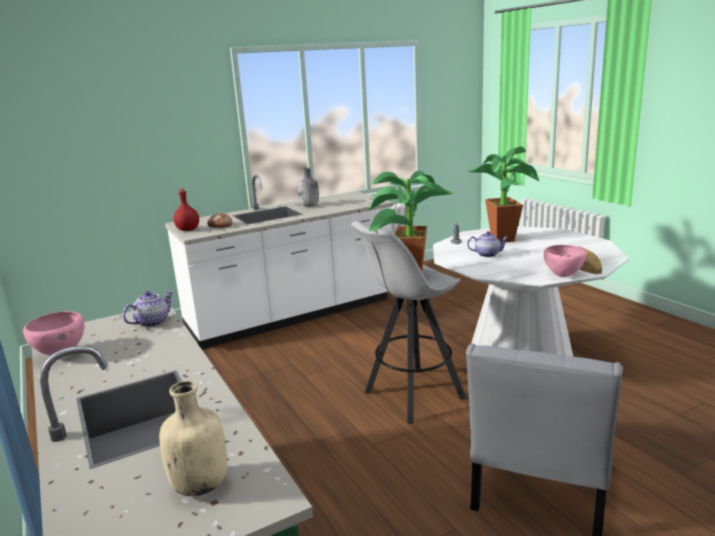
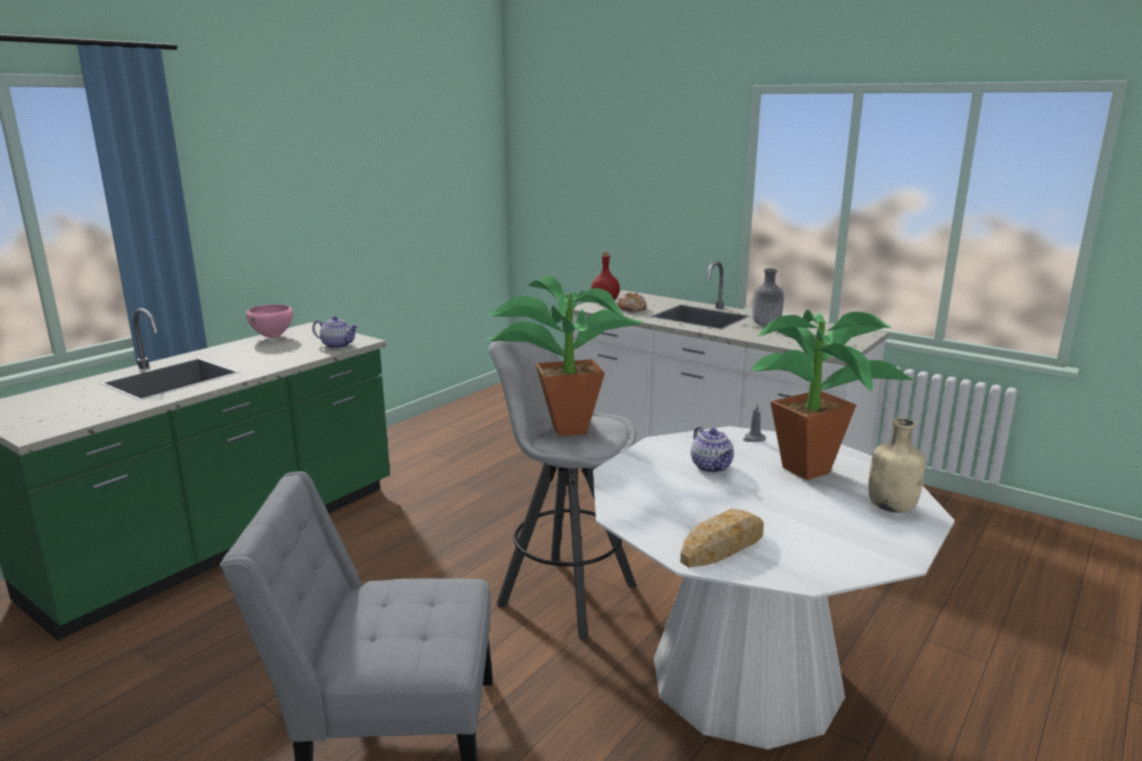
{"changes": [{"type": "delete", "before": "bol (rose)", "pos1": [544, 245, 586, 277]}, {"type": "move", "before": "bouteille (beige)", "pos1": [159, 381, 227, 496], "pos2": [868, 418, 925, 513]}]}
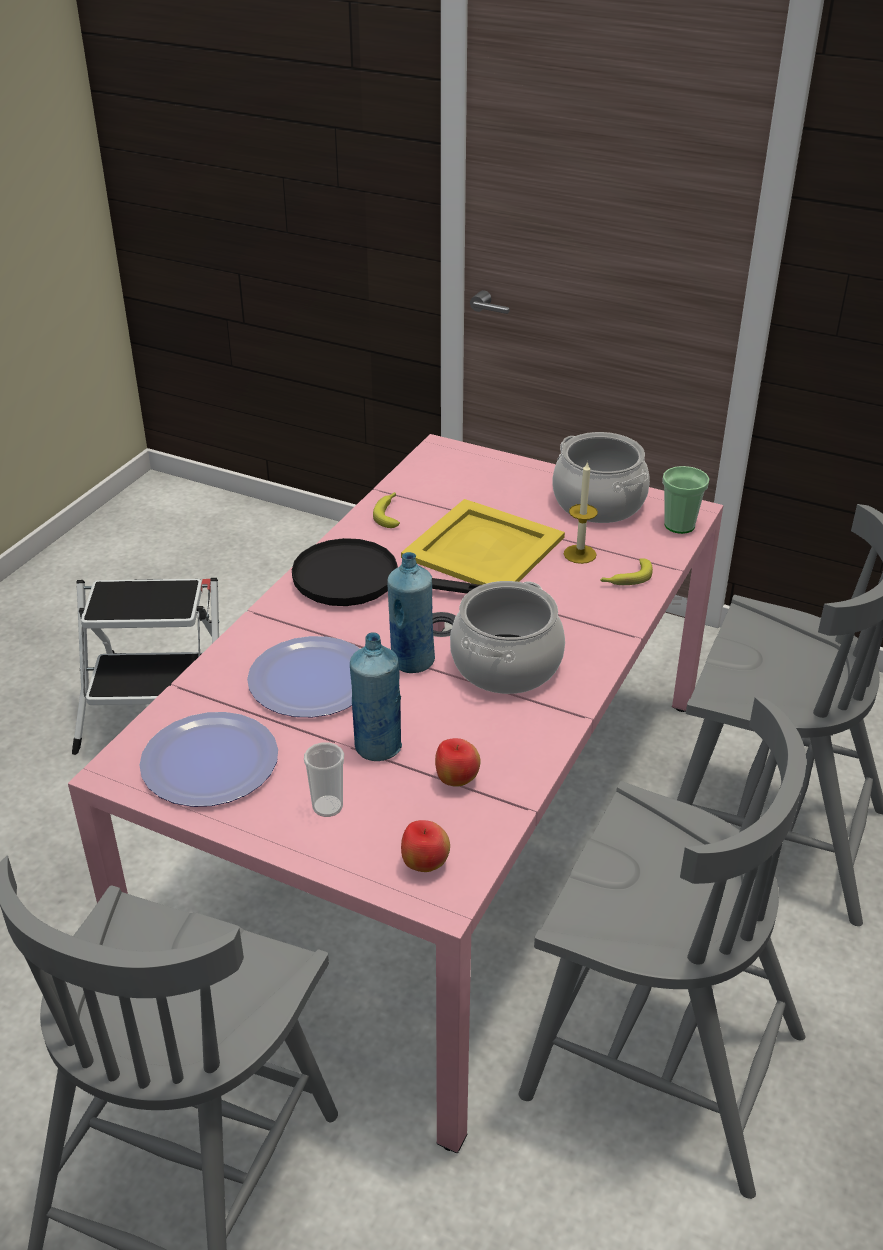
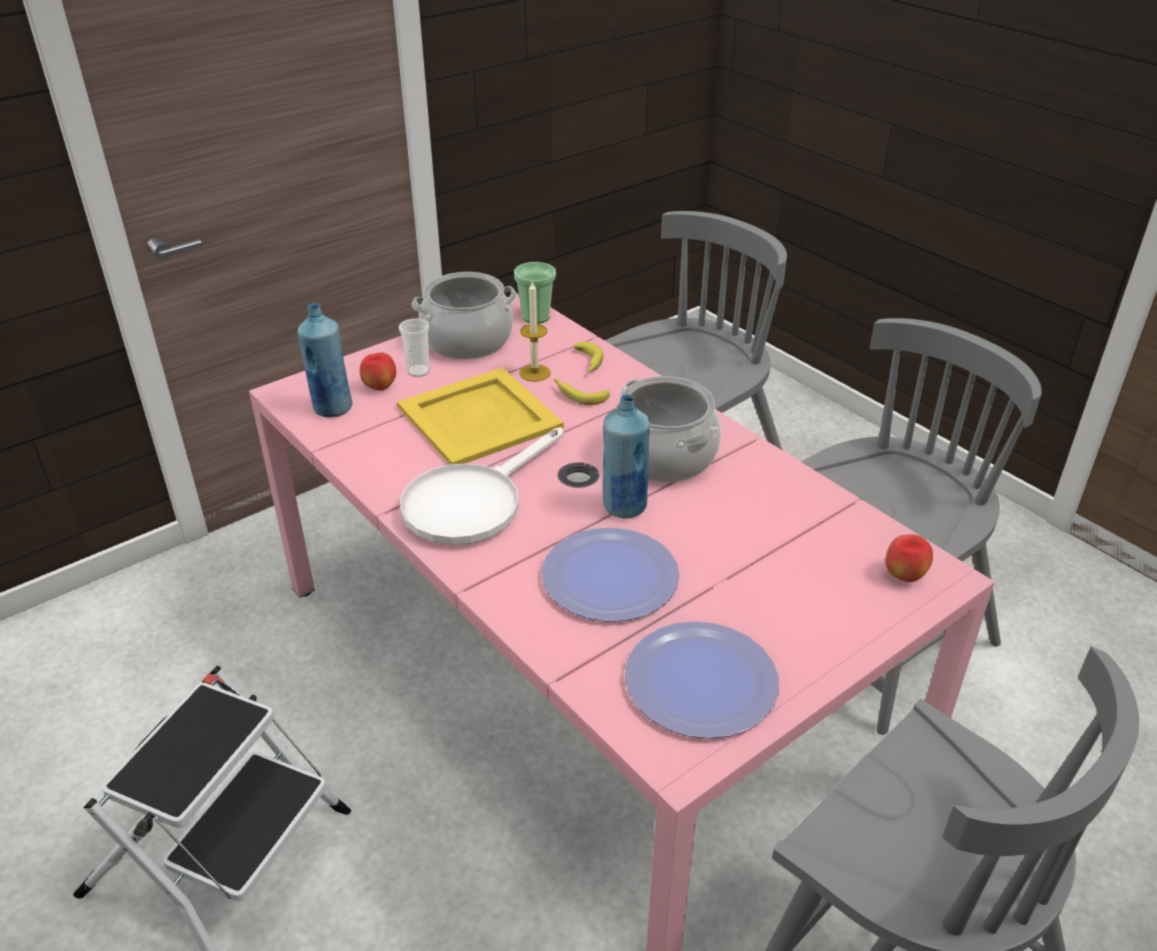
{"changes": [{"type": "move", "before": "tasse", "pos1": [304, 742, 344, 817], "pos2": [399, 318, 430, 377]}, {"type": "move", "before": "bouteille (bleu)", "pos1": [350, 632, 402, 761], "pos2": [298, 303, 353, 417]}, {"type": "move", "before": "banane", "pos1": [373, 492, 400, 528], "pos2": [554, 379, 610, 405]}, {"type": "move", "before": "pomme", "pos1": [435, 738, 481, 787], "pos2": [360, 352, 396, 391]}, {"type": "recolor", "before": "poêle (noir)", "after": "poêle (blanc)", "pos1": [292, 538, 481, 606], "pos2": [400, 427, 563, 545]}]}
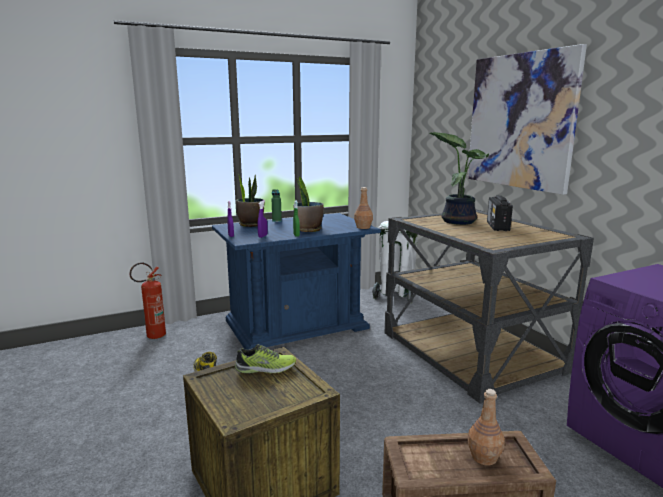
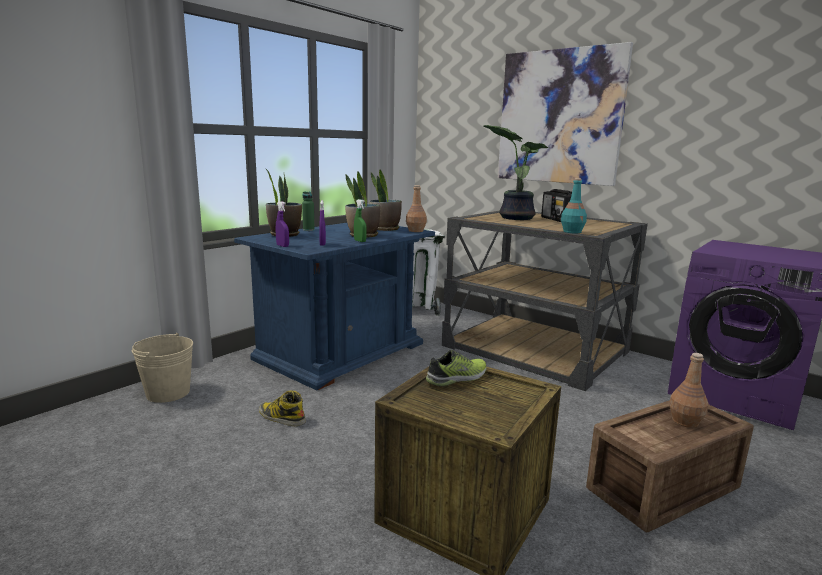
{"changes": [{"type": "insert", "after": "plante en pot", "pos2": [369, 169, 402, 231]}, {"type": "insert", "after": "bouteille (turquoise)", "pos2": [561, 178, 587, 233]}, {"type": "replace", "before": "extincteur", "after": "seau (beige)", "pos1": [129, 263, 166, 339], "pos2": [132, 333, 193, 403]}]}
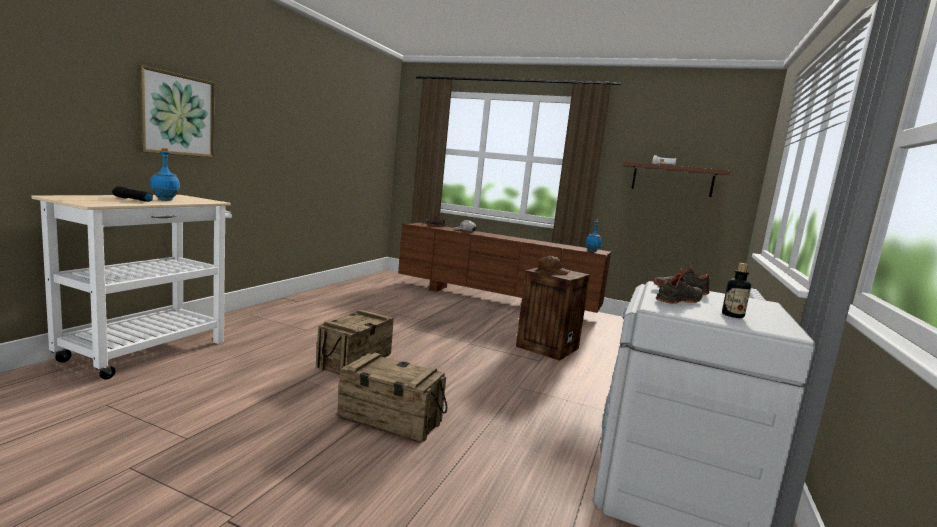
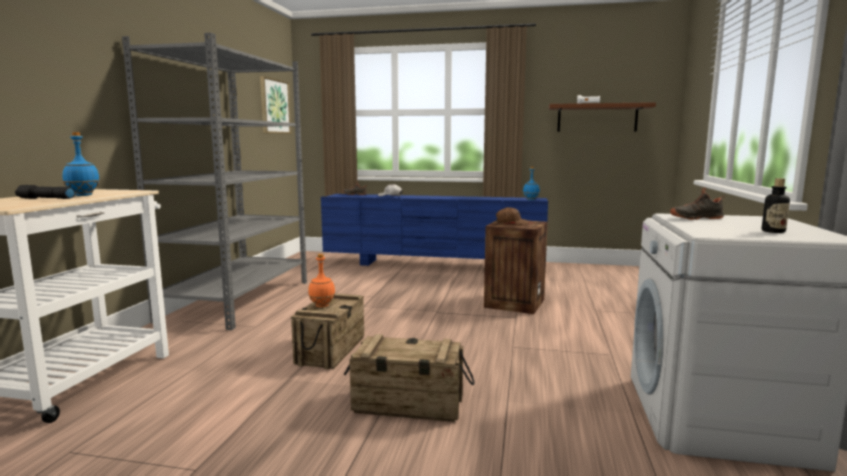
{"changes": [{"type": "delete", "before": "chaussure (noir)", "pos1": [656, 268, 703, 304]}, {"type": "insert", "after": "bibliothèque (gris)", "pos2": [122, 33, 307, 330]}, {"type": "insert", "after": "bouteille (orange)", "pos2": [308, 254, 335, 307]}, {"type": "move", "before": "tableau", "pos1": [137, 65, 214, 157], "pos2": [260, 76, 292, 134]}, {"type": "recolor", "before": "meuble de rangement (marron)", "after": "meuble de rangement (bleu)", "pos1": [398, 223, 611, 313], "pos2": [321, 194, 548, 266]}]}
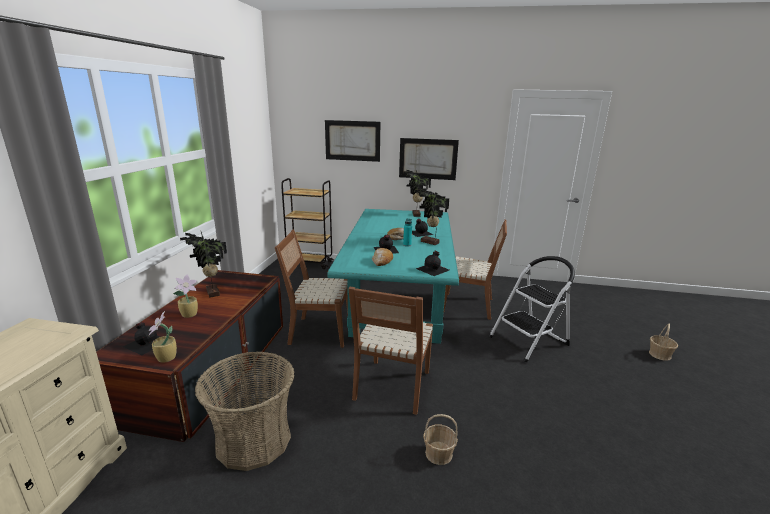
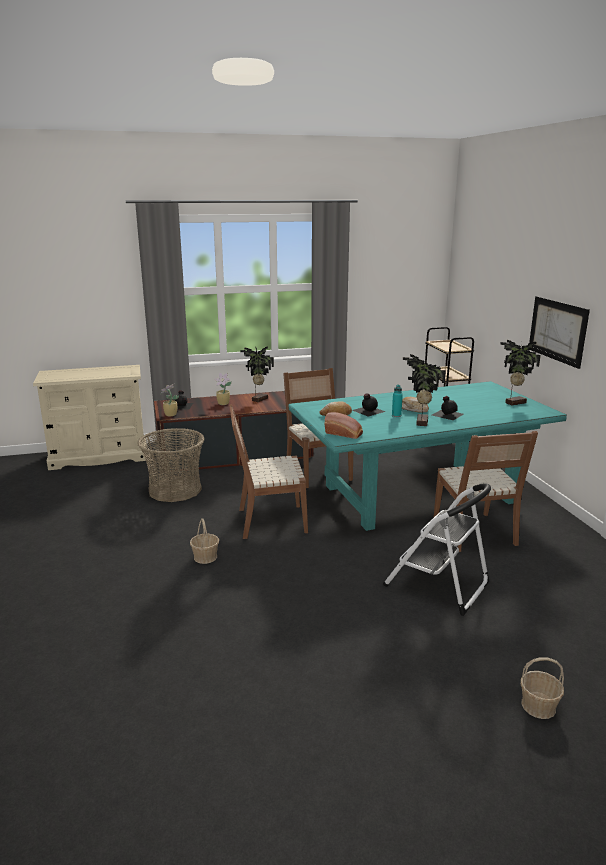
{"changes": [{"type": "delete", "before": "tableau", "pos1": [325, 120, 380, 162]}, {"type": "replace", "before": "bouteille (noir)", "after": "pain", "pos1": [416, 251, 449, 276], "pos2": [324, 412, 363, 439]}]}
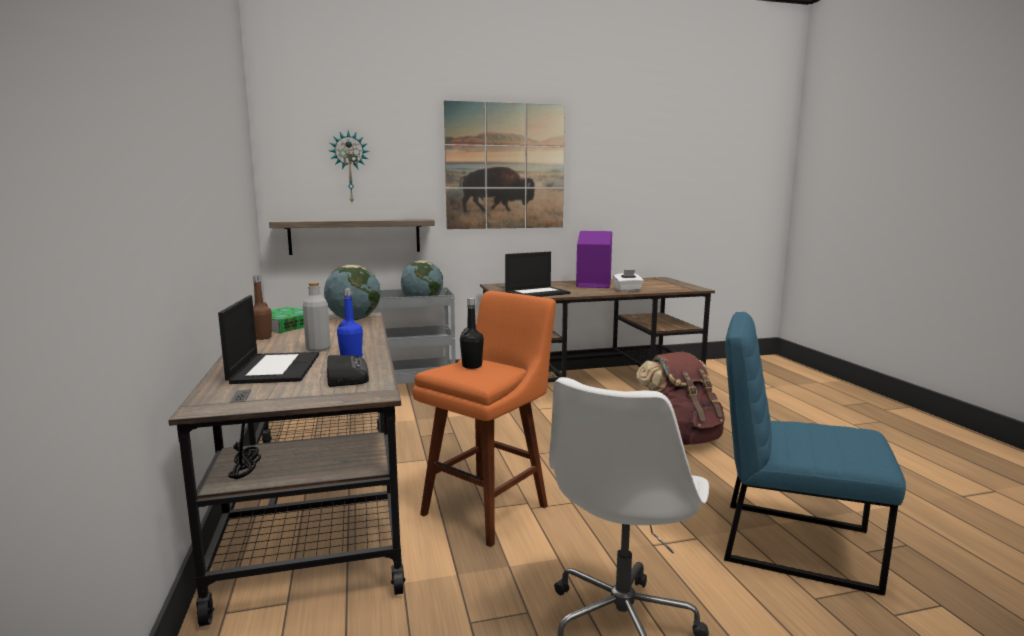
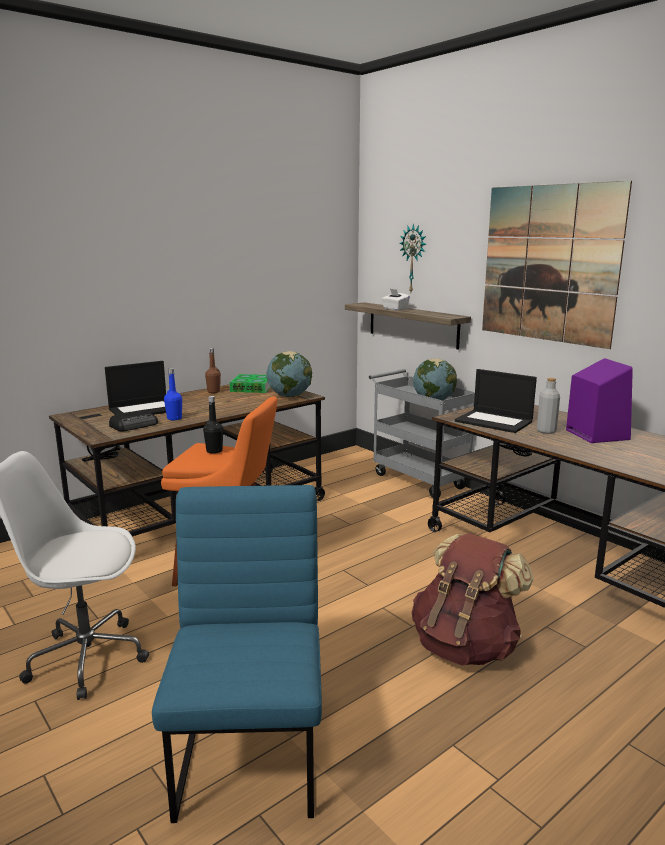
{"changes": [{"type": "move", "before": "bouteille (gris)", "pos1": [303, 282, 331, 352], "pos2": [537, 378, 560, 434]}, {"type": "move", "before": "boîte à mouchoirs (blanc)", "pos1": [613, 270, 644, 291], "pos2": [381, 289, 410, 310]}]}
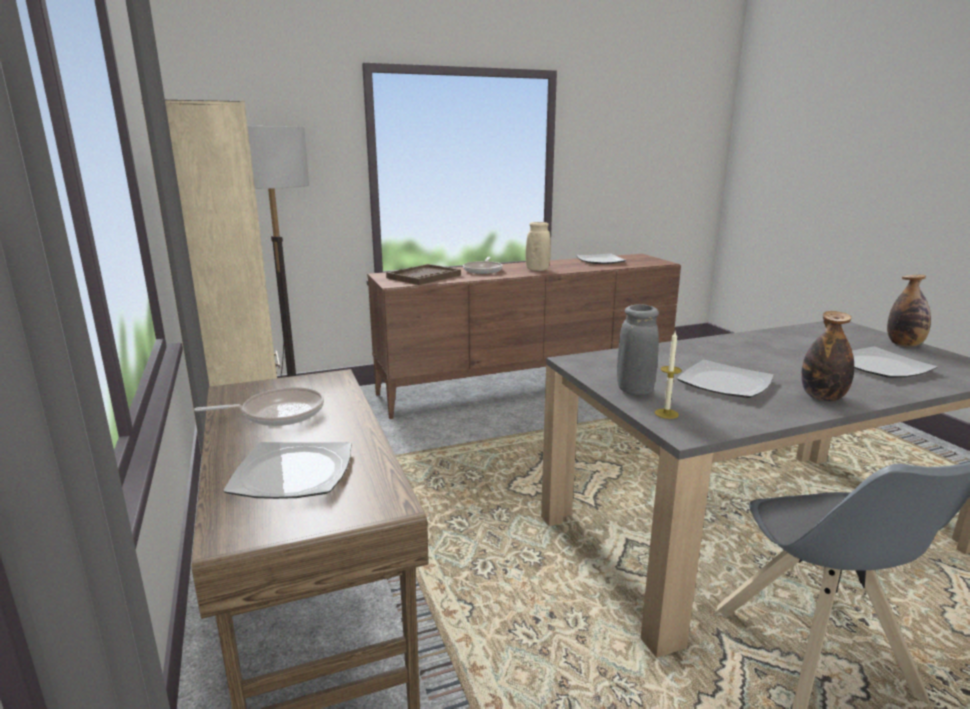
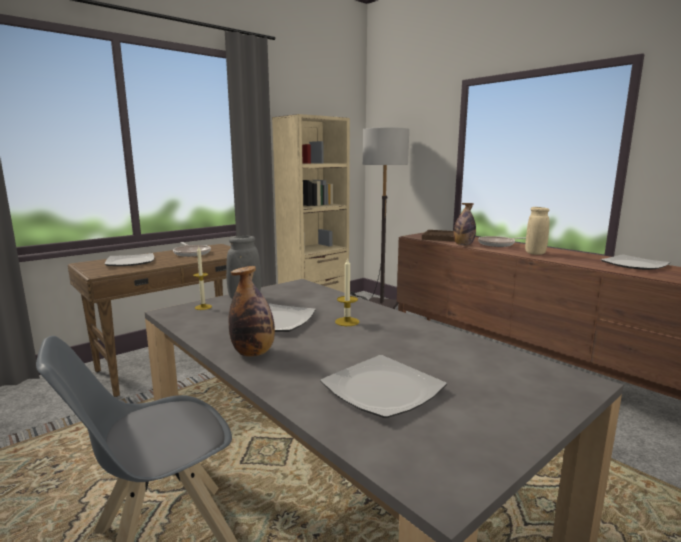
{"changes": [{"type": "insert", "after": "bougie", "pos2": [335, 257, 360, 326]}, {"type": "move", "before": "bouteille", "pos1": [887, 275, 931, 346], "pos2": [453, 203, 476, 245]}]}
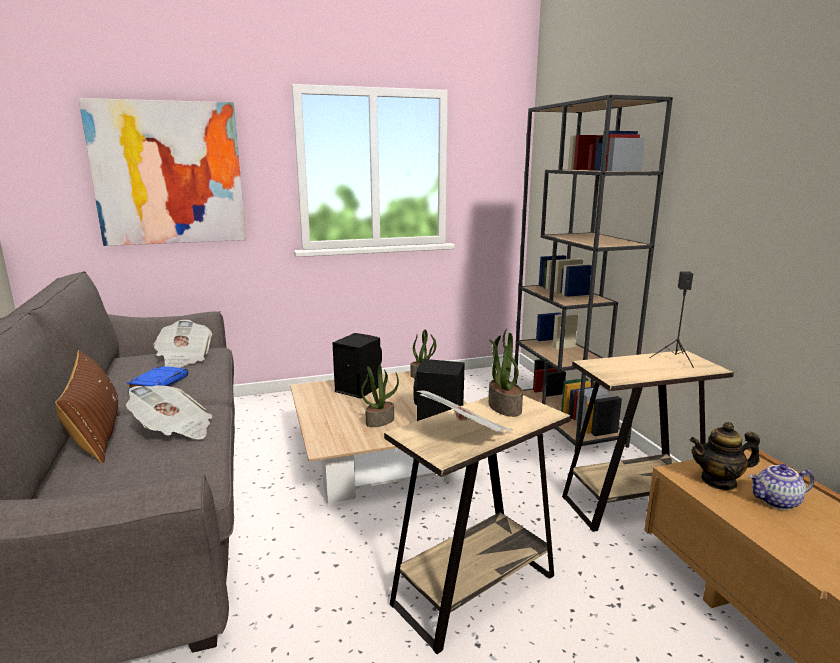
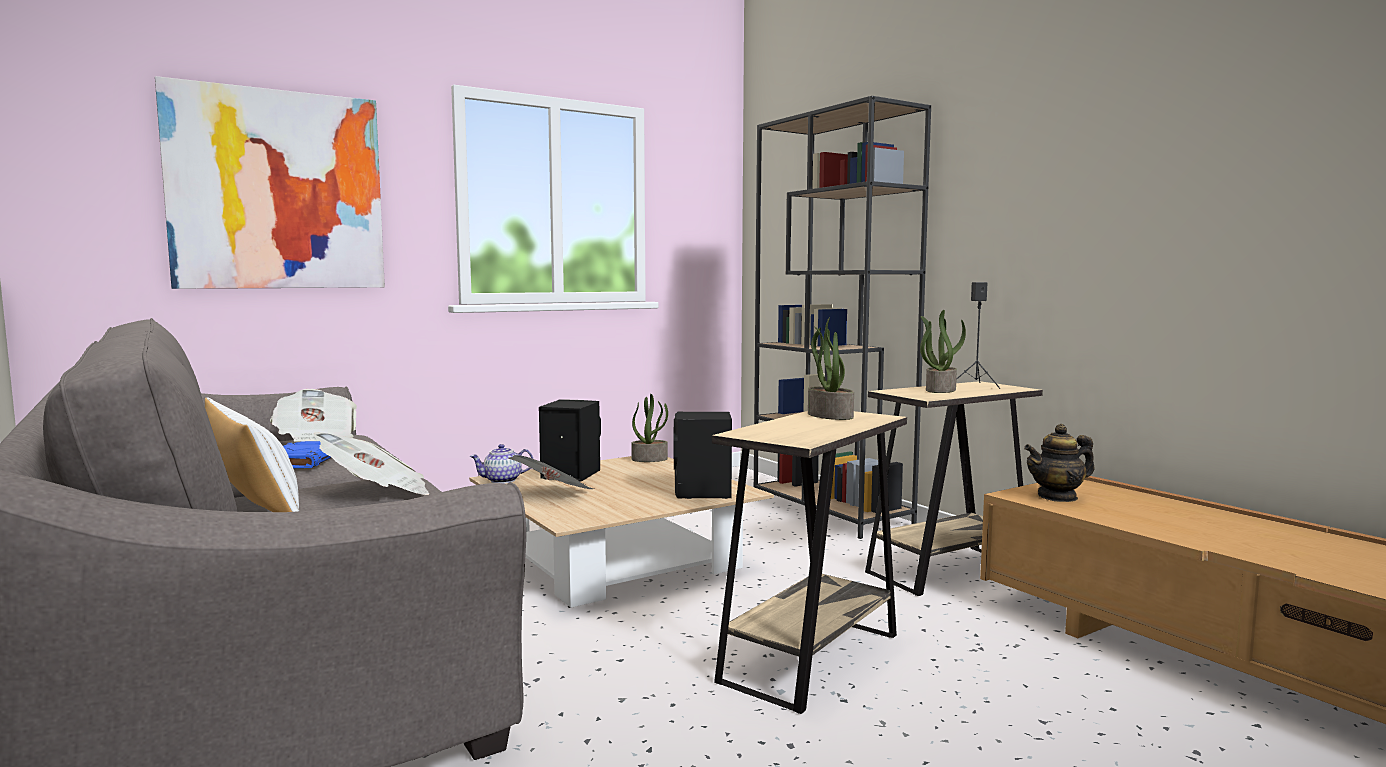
{"changes": [{"type": "move", "before": "plante en pot", "pos1": [361, 365, 399, 427], "pos2": [920, 310, 966, 393]}, {"type": "move", "before": "journal", "pos1": [417, 390, 513, 433], "pos2": [509, 455, 594, 489]}, {"type": "move", "before": "théière", "pos1": [749, 464, 814, 510], "pos2": [469, 444, 533, 484]}, {"type": "recolor", "before": "coussin (marron)", "after": "coussin (blanc)", "pos1": [55, 350, 118, 463], "pos2": [205, 397, 299, 512]}]}
